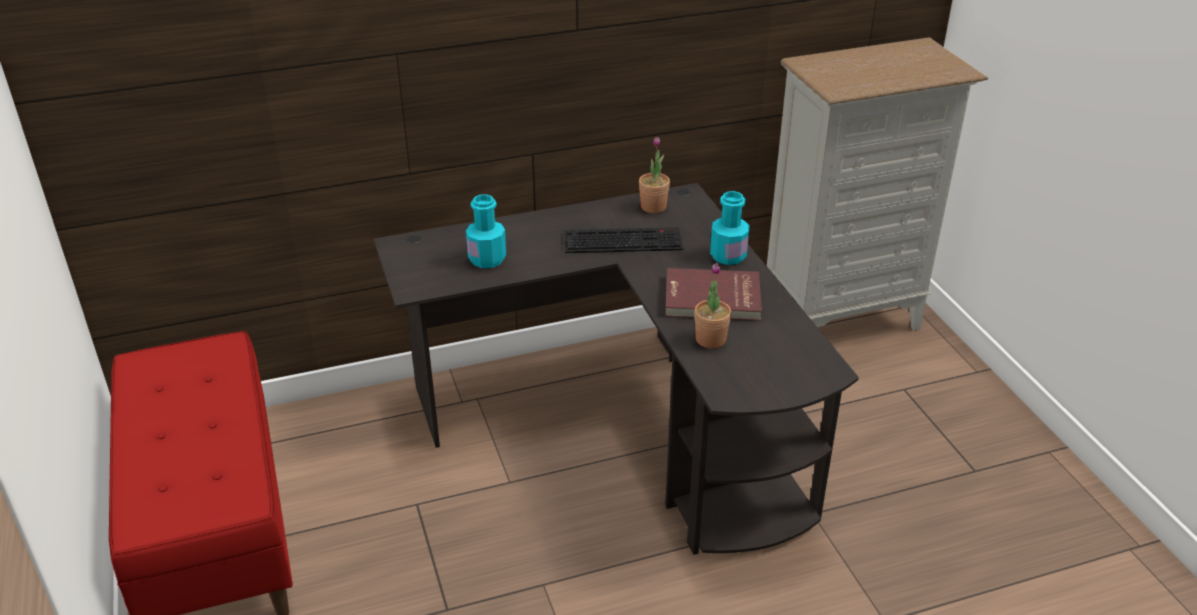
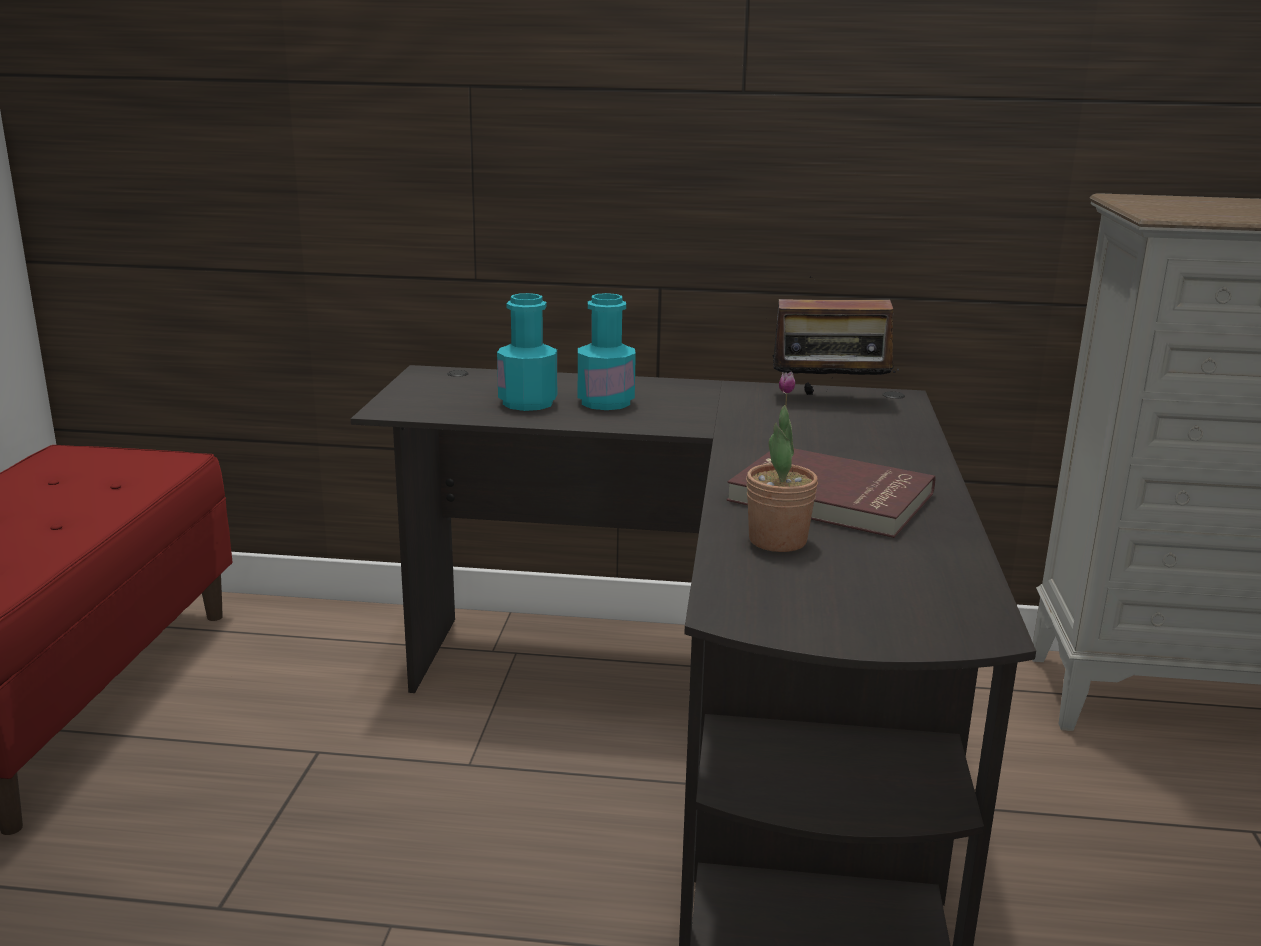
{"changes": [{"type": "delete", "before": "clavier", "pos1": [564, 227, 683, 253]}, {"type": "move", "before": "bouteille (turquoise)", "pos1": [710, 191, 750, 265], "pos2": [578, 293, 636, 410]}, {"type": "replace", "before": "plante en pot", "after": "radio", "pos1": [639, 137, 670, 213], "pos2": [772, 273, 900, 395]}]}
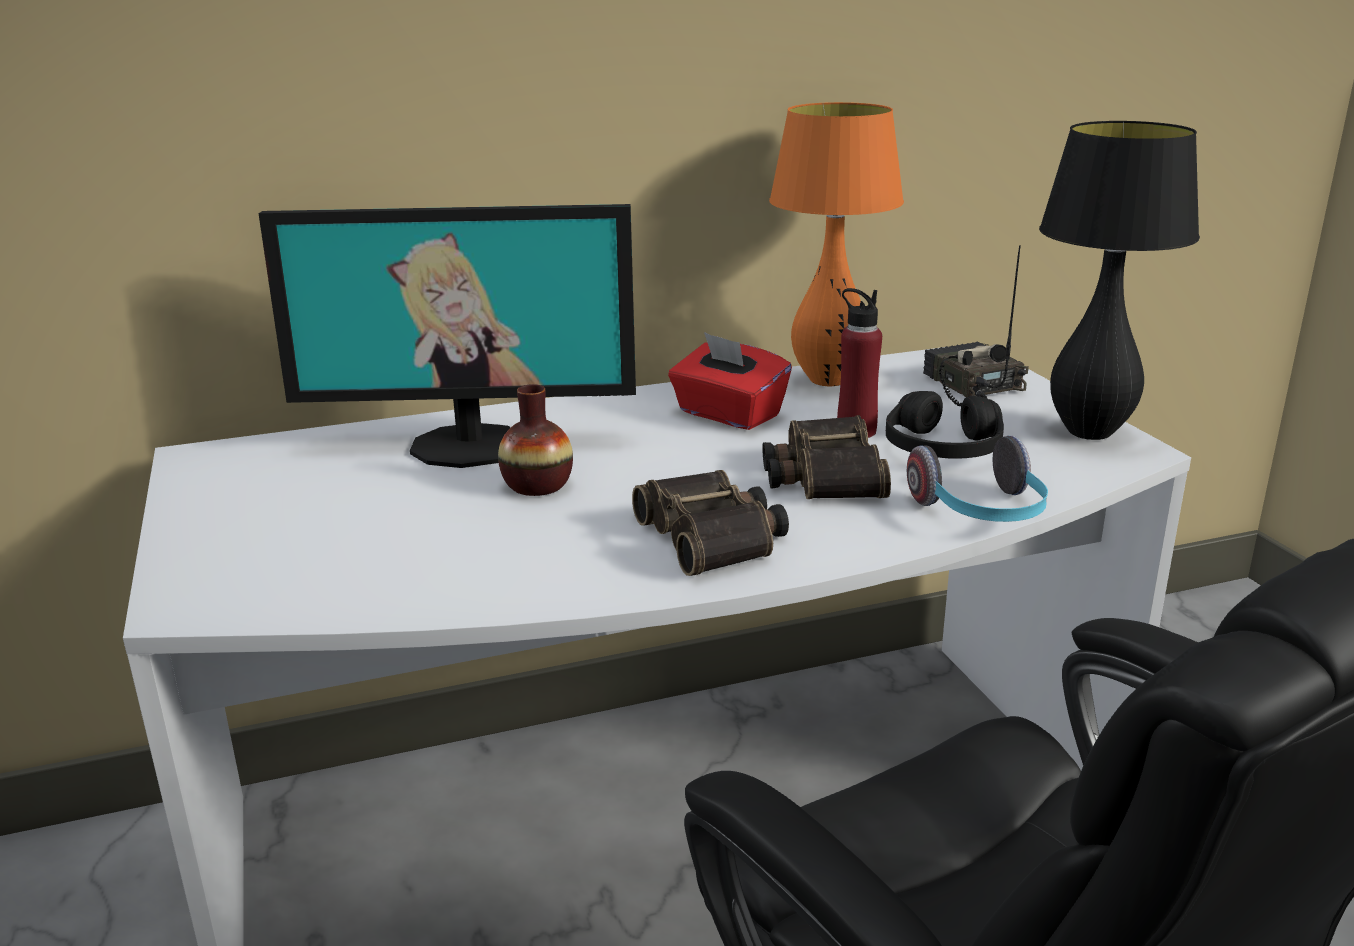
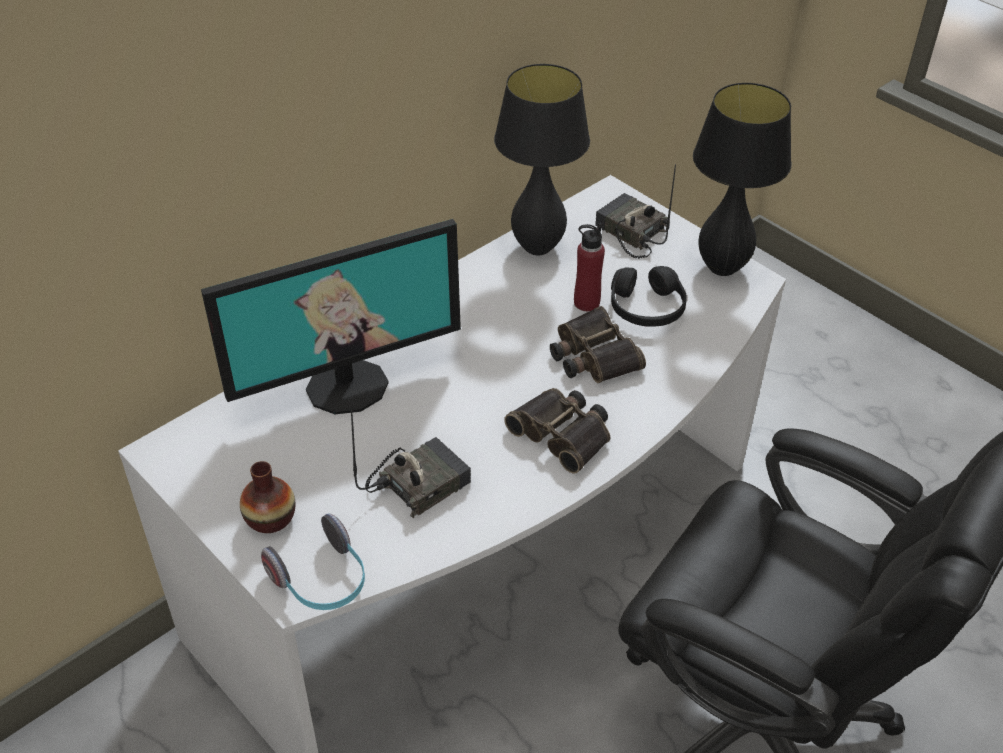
{"changes": [{"type": "delete", "before": "boîte à mouchoirs (rouge)", "pos1": [668, 332, 792, 430]}, {"type": "insert", "after": "radio", "pos2": [351, 410, 471, 518]}, {"type": "move", "before": "vase", "pos1": [498, 384, 573, 496], "pos2": [240, 461, 296, 533]}, {"type": "move", "before": "casque audio", "pos1": [907, 436, 1048, 522], "pos2": [261, 513, 365, 610]}, {"type": "recolor", "before": "lampe de table (orange)", "after": "lampe de table (noir)", "pos1": [769, 102, 904, 386], "pos2": [494, 64, 590, 255]}]}
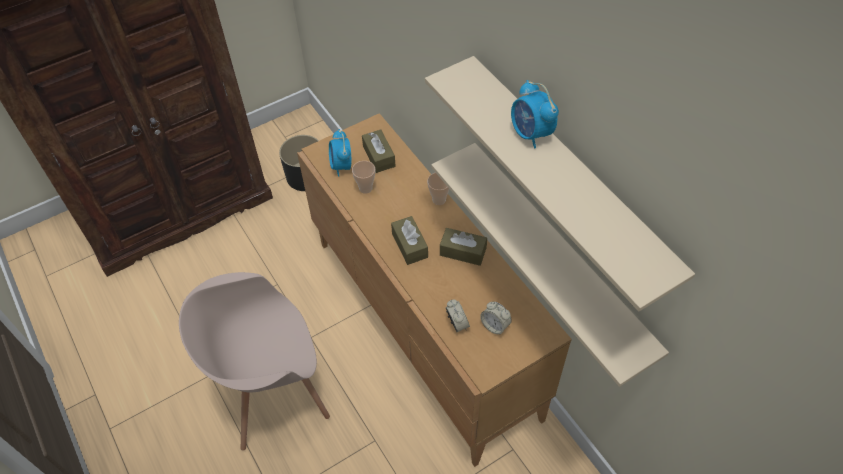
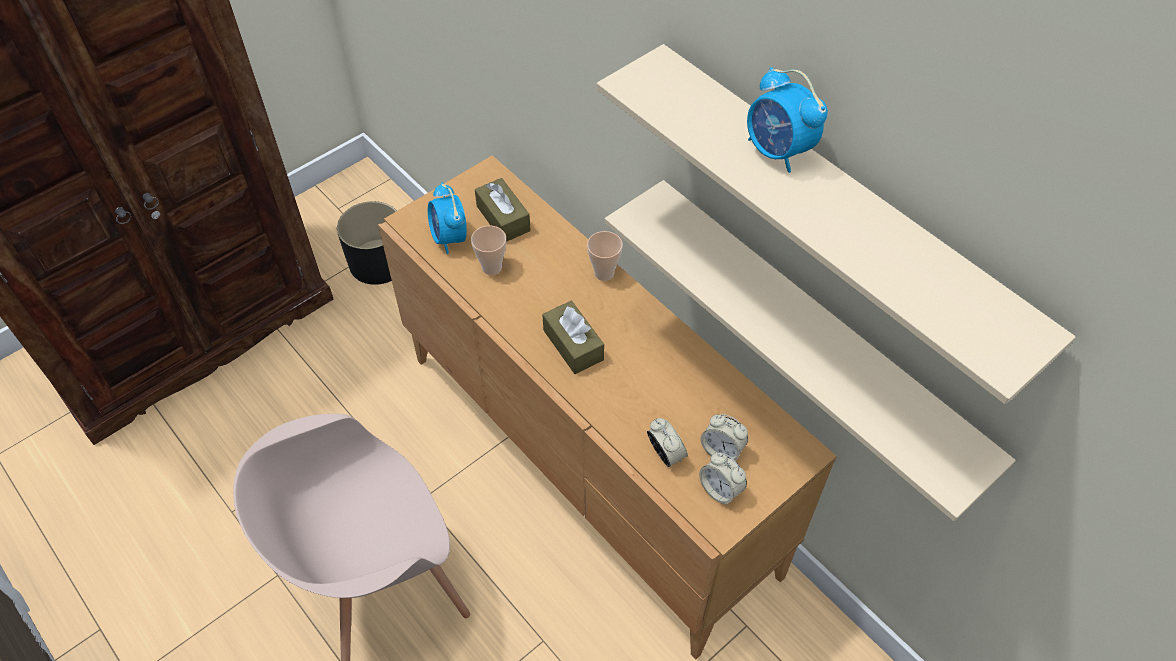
{"changes": [{"type": "delete", "before": "boîte à mouchoirs (marron)", "pos1": [440, 228, 487, 266]}, {"type": "insert", "after": "réveil", "pos2": [699, 453, 747, 505]}]}
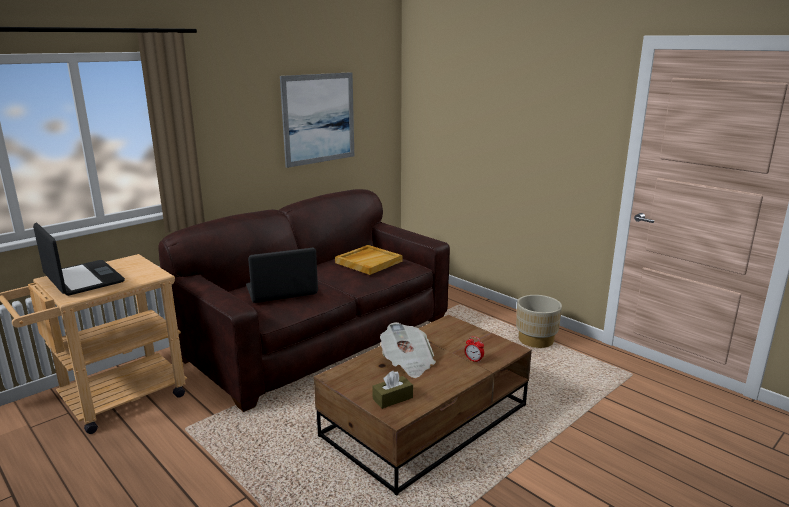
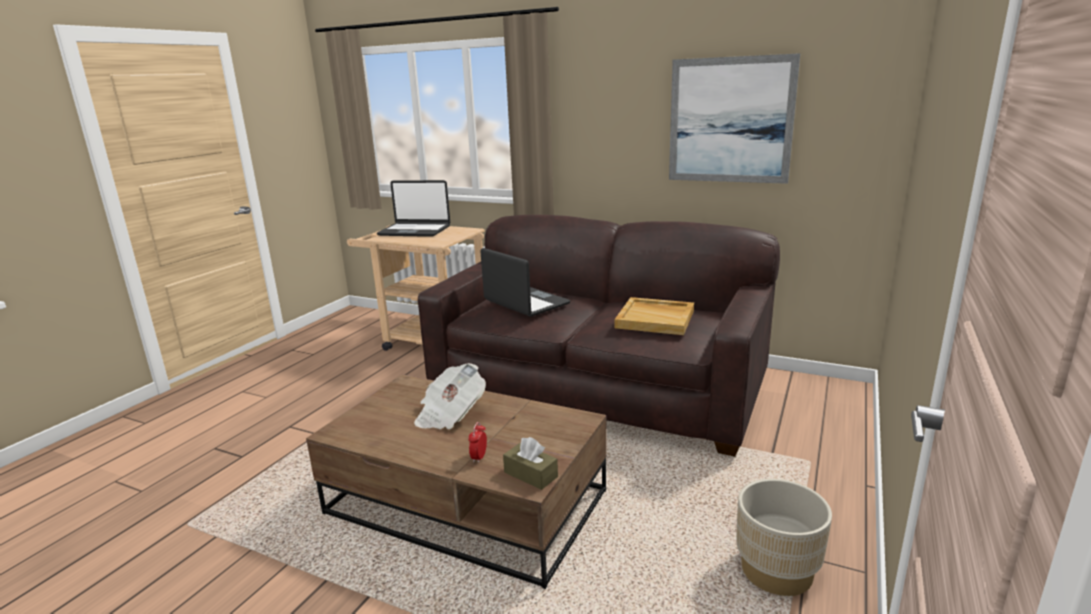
{"changes": [{"type": "move", "before": "boîte à mouchoirs (marron)", "pos1": [372, 371, 413, 409], "pos2": [503, 437, 558, 490]}, {"type": "rotate", "before": "ordinateur portable", "pos1": [33, 222, 125, 296], "pos2": [377, 180, 450, 237], "turn": 75}]}
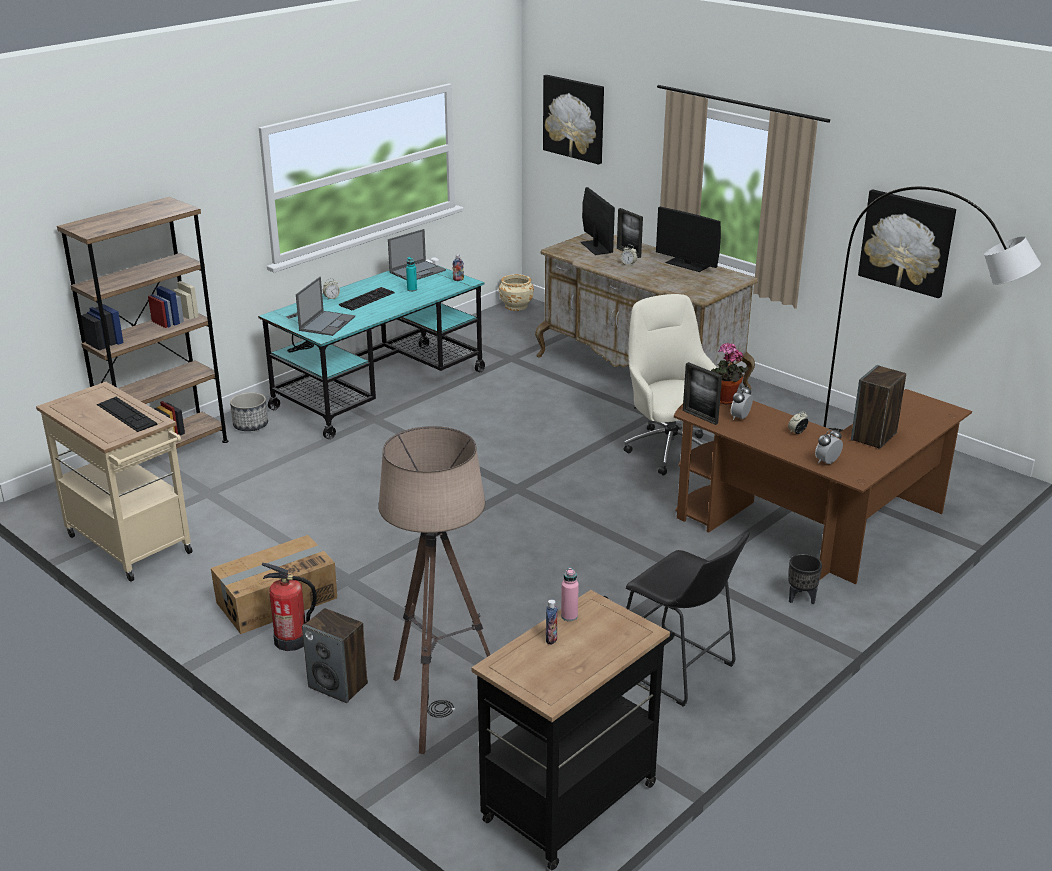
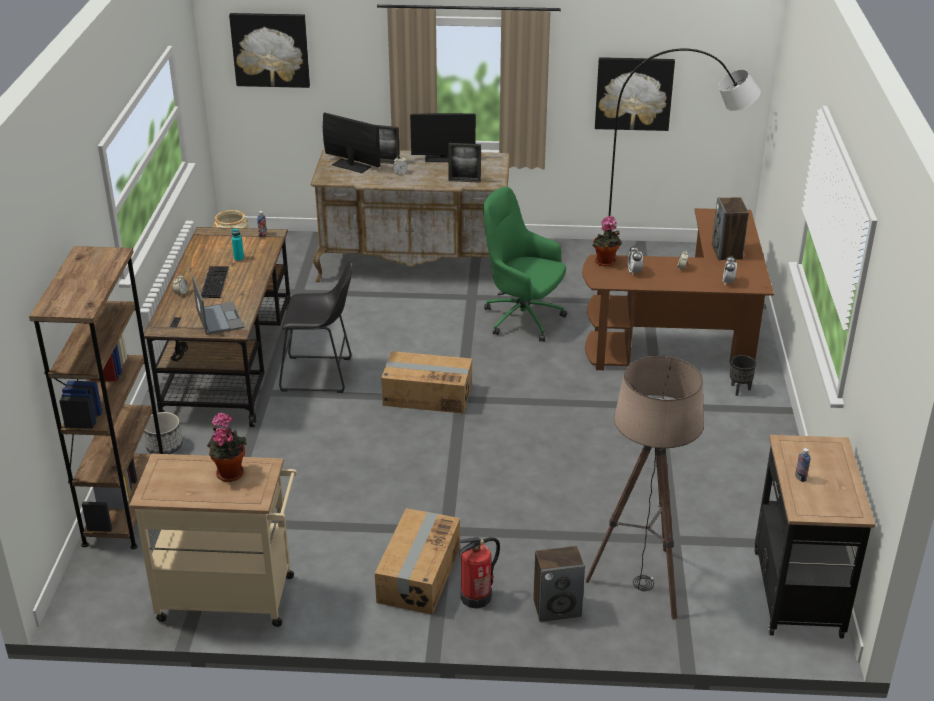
{"changes": [{"type": "delete", "before": "ordinateur portable", "pos1": [388, 229, 446, 280]}, {"type": "delete", "before": "bouteille (rose)", "pos1": [561, 568, 579, 621]}, {"type": "insert", "after": "carton", "pos2": [381, 351, 472, 414]}, {"type": "move", "before": "tabouret (noir)", "pos1": [626, 532, 750, 707], "pos2": [279, 261, 352, 393]}, {"type": "move", "before": "cadre photo", "pos1": [683, 362, 722, 425], "pos2": [448, 143, 481, 183]}, {"type": "replace", "before": "clavier", "after": "plante en pot", "pos1": [97, 397, 158, 432], "pos2": [207, 412, 247, 482]}, {"type": "recolor", "before": "bureau (turquoise)", "after": "bureau (marron)", "pos1": [258, 265, 485, 439], "pos2": [144, 227, 291, 427]}, {"type": "recolor", "before": "chaise de bureau (beige)", "after": "chaise de bureau (vert)", "pos1": [624, 294, 718, 475], "pos2": [483, 187, 567, 342]}]}
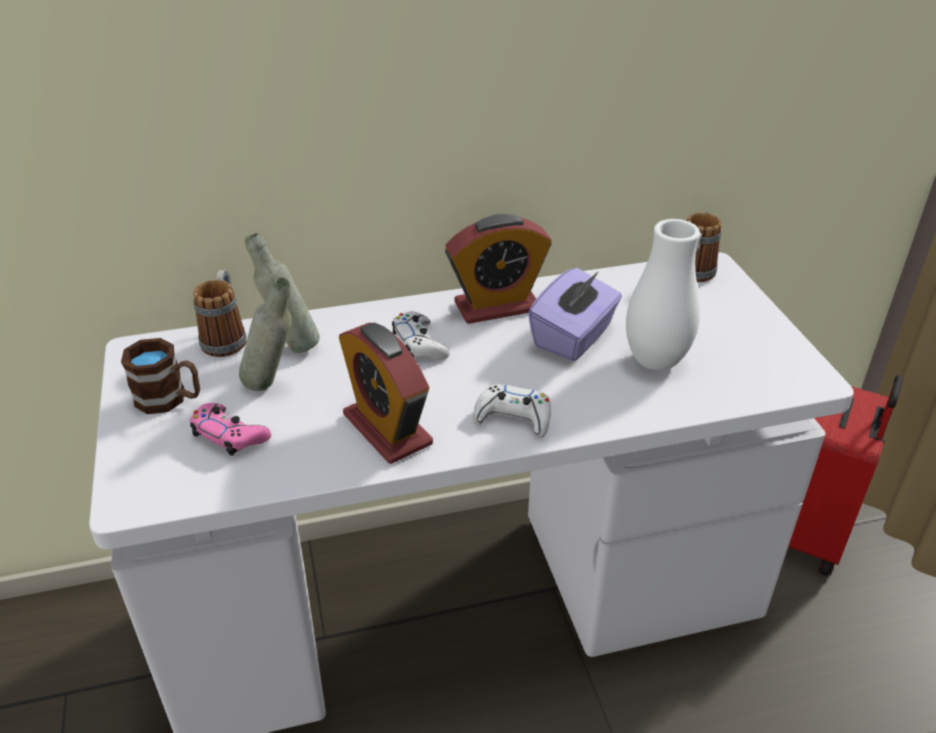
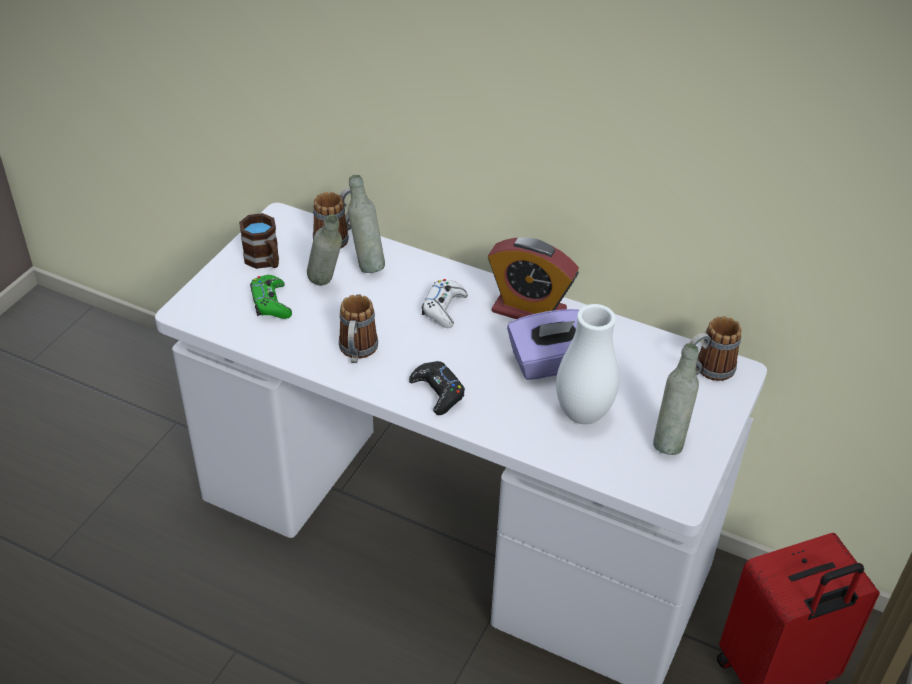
{"changes": [{"type": "insert", "after": "bouteille (gris)", "pos2": [653, 343, 699, 455]}, {"type": "replace", "before": "réveil", "after": "mug", "pos1": [339, 323, 433, 464], "pos2": [339, 294, 378, 363]}, {"type": "recolor", "before": "manette (rose)", "after": "manette (vert)", "pos1": [190, 403, 271, 456], "pos2": [250, 275, 292, 319]}, {"type": "recolor", "before": "manette (blanc)", "after": "manette (noir)", "pos1": [473, 384, 551, 438], "pos2": [409, 361, 465, 415]}]}
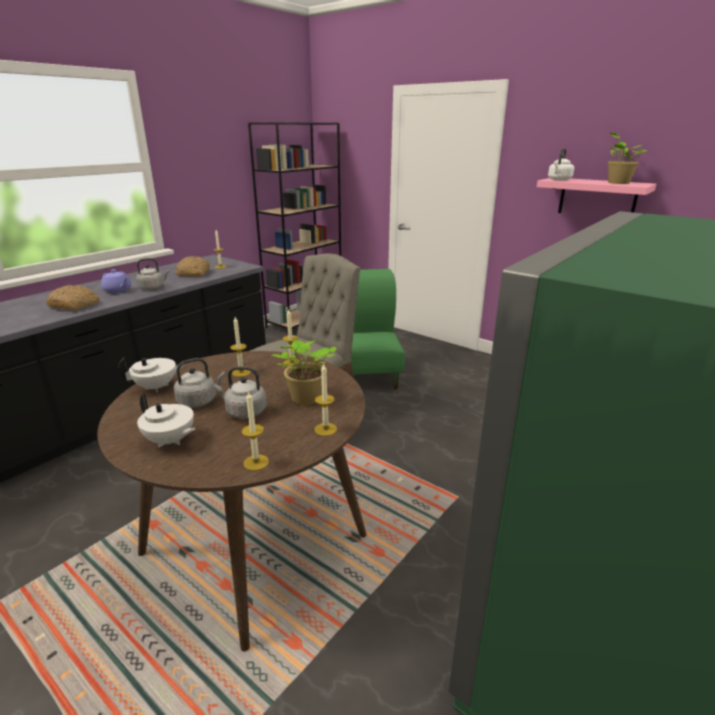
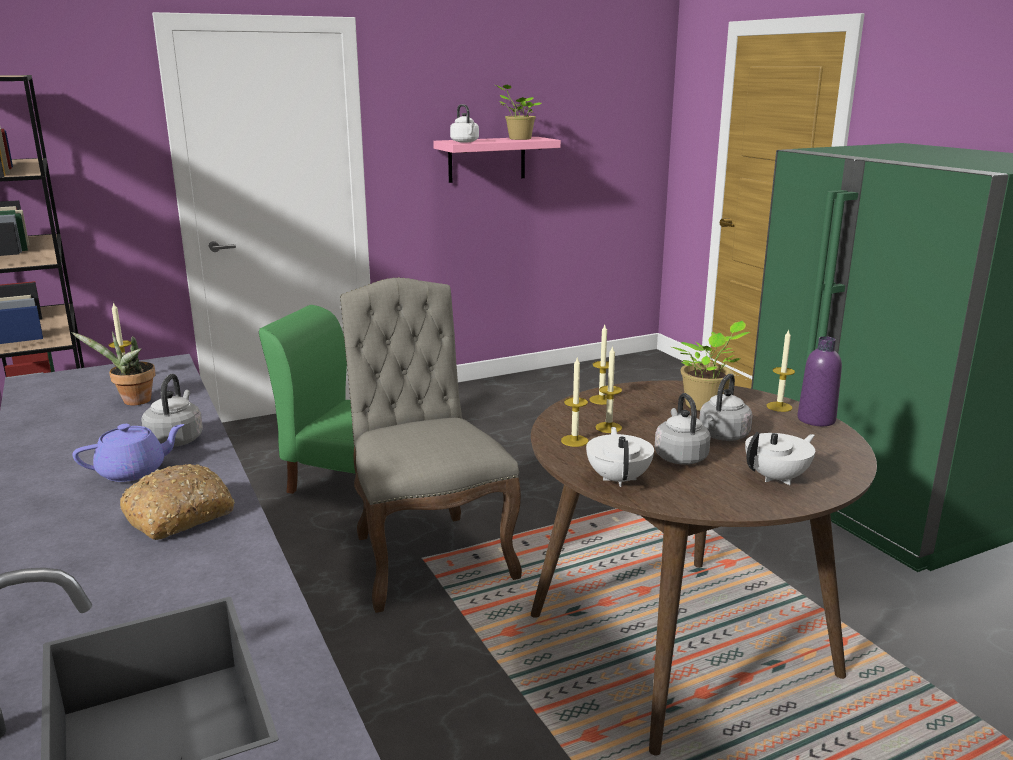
{"changes": [{"type": "insert", "after": "bouteille (violet)", "pos2": [798, 336, 842, 426]}, {"type": "move", "before": "bougie", "pos1": [242, 391, 269, 471], "pos2": [561, 356, 588, 447]}, {"type": "replace", "before": "pain", "after": "plante en pot", "pos1": [176, 256, 210, 277], "pos2": [71, 331, 155, 405]}]}
